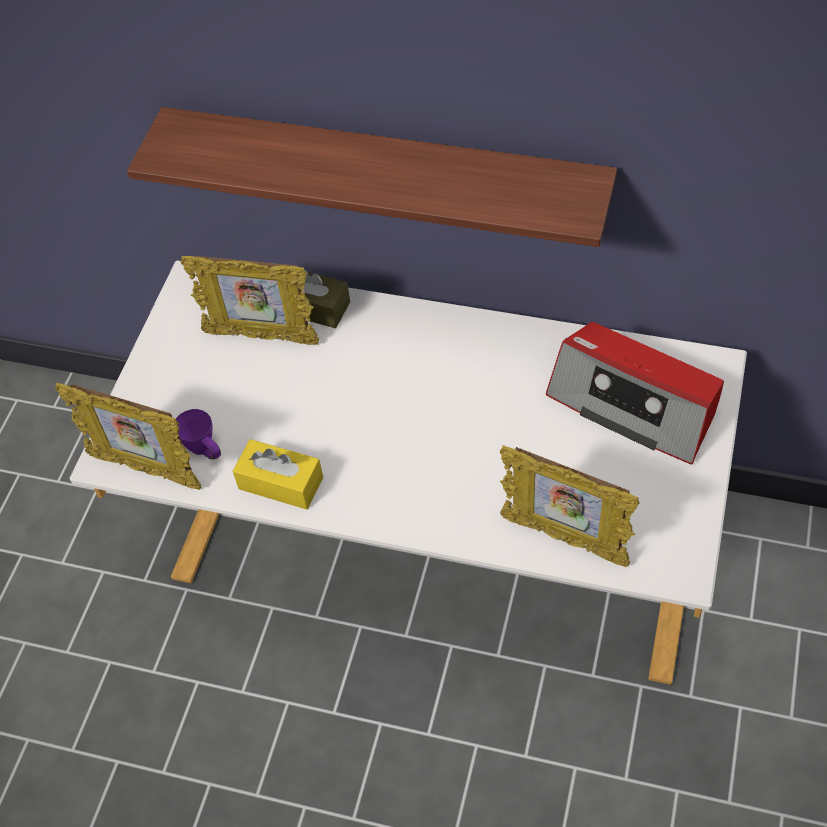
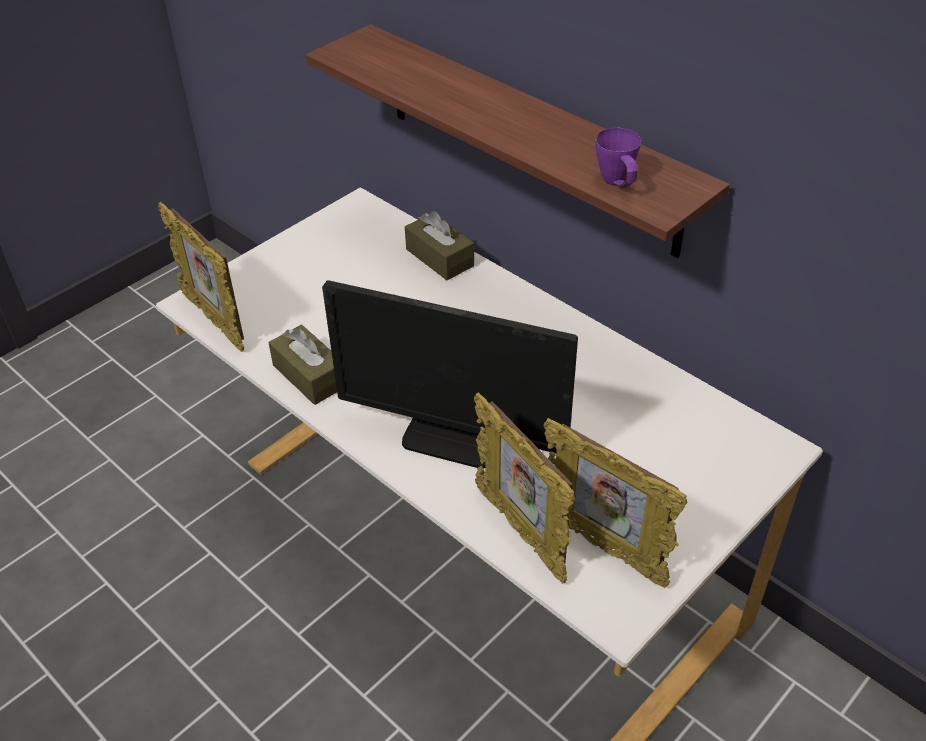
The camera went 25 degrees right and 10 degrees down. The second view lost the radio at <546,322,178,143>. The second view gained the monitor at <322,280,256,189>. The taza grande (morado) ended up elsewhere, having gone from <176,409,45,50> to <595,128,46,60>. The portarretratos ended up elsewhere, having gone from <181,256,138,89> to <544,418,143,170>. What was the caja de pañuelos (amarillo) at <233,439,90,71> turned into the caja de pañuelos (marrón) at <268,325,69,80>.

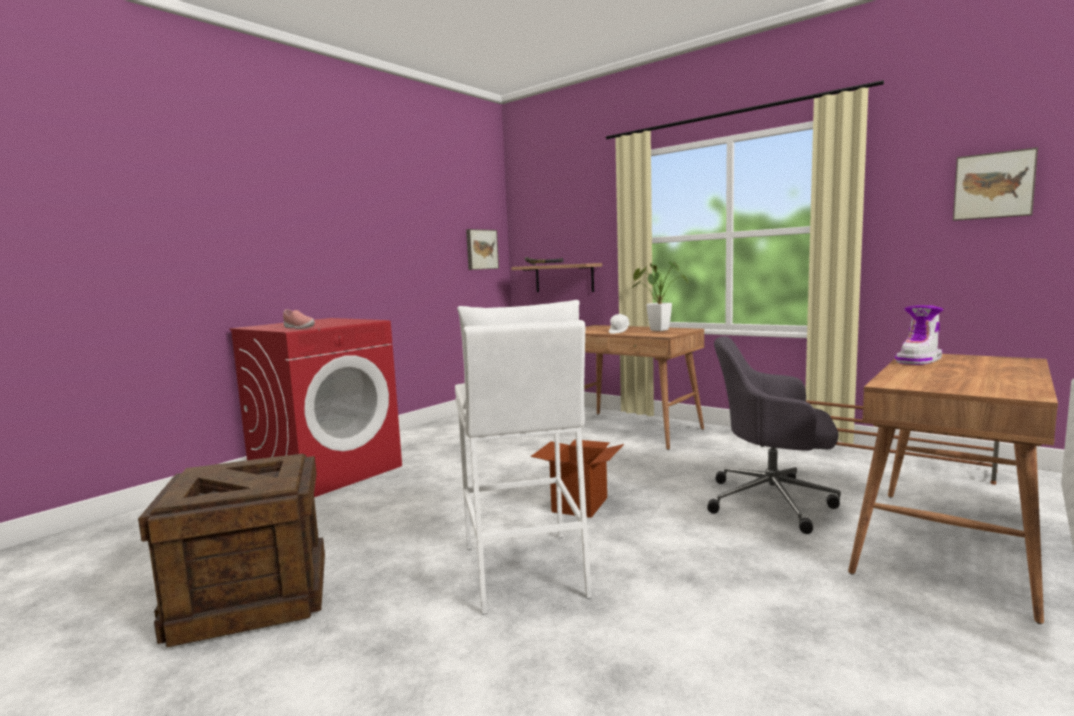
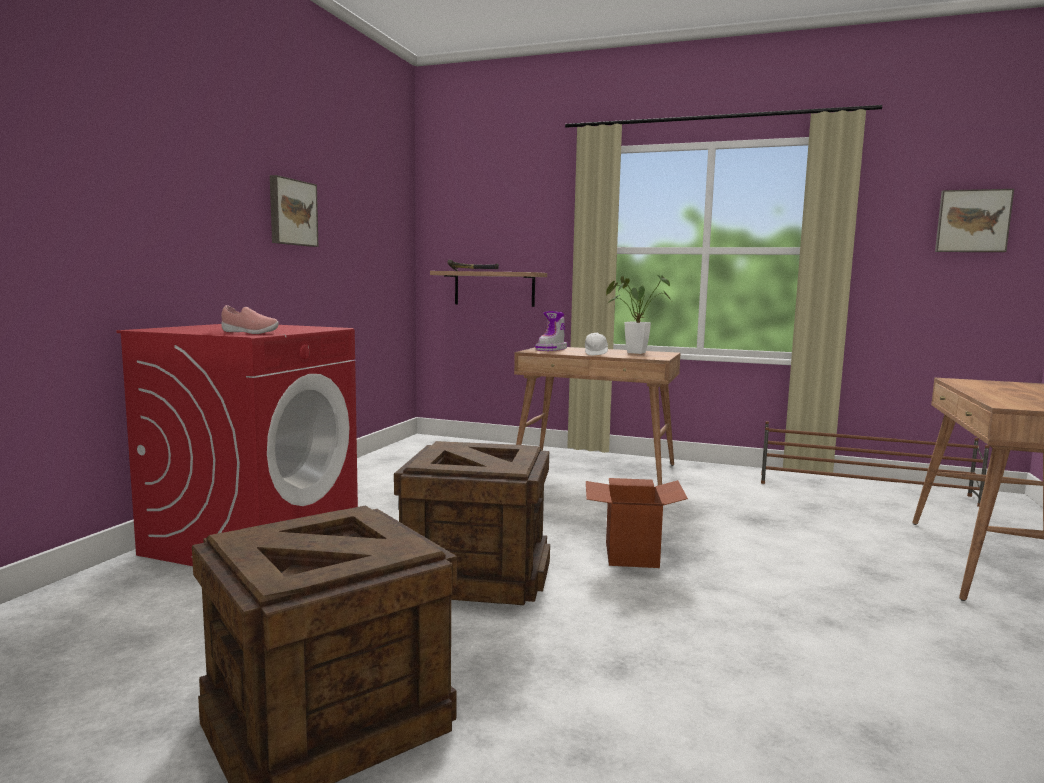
The camera went 20 degrees left and 0 degrees up. The second view lost the taburete (blanco) at <455,300,137,315>. The second view lost the silla de oficina (gris) at <707,336,134,198>. The second view gained the caja de embalaje at <394,441,156,164>. The cuadro ended up elsewhere, having gone from <466,229,33,41> to <270,175,49,72>. The bota ended up elsewhere, having gone from <895,305,48,60> to <535,311,33,40>.

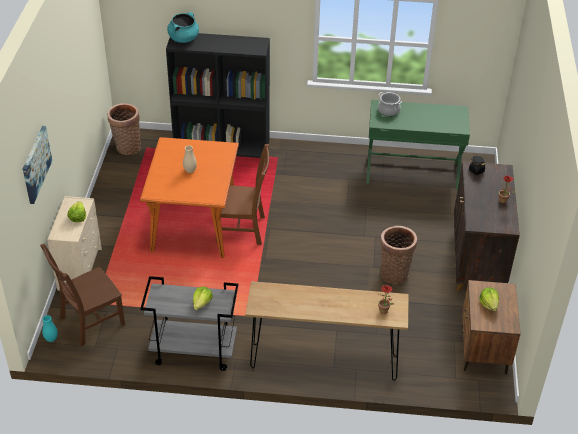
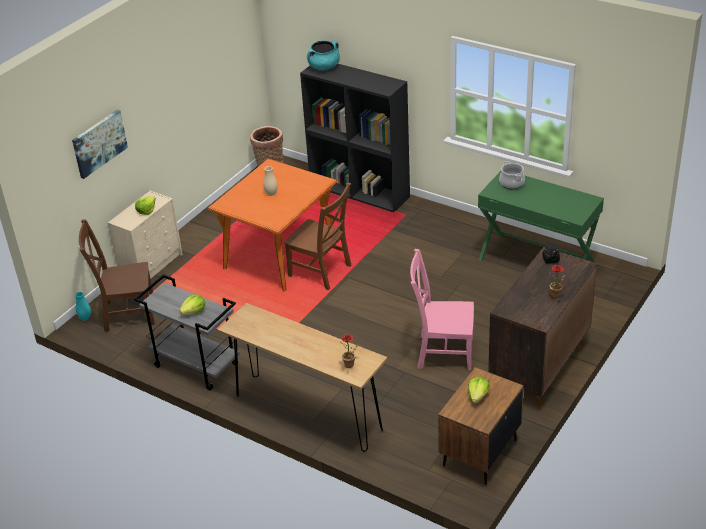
The camera went 30 degrees right and 5 degrees down. Where the cesta stood at <380,226,37,59>, the silla (rosa) came to stand at <410,249,64,121>.

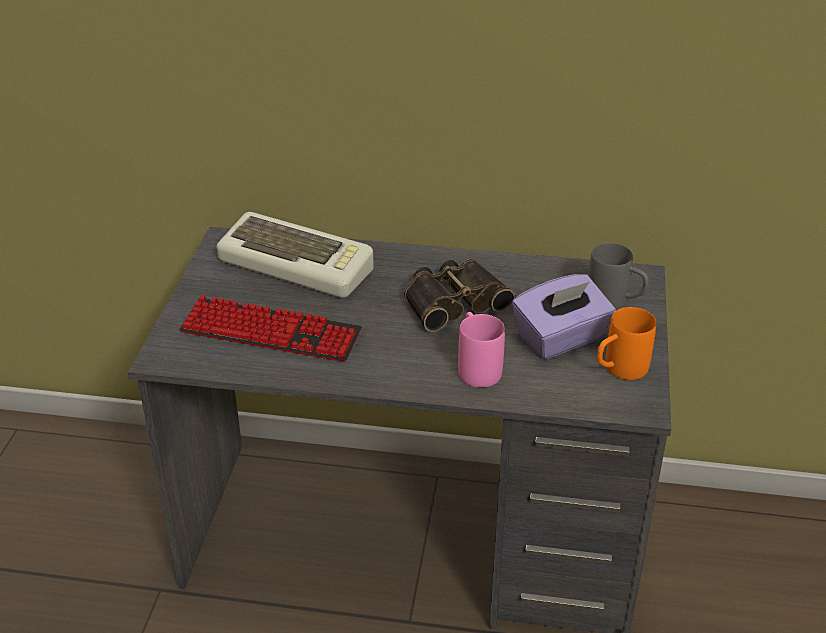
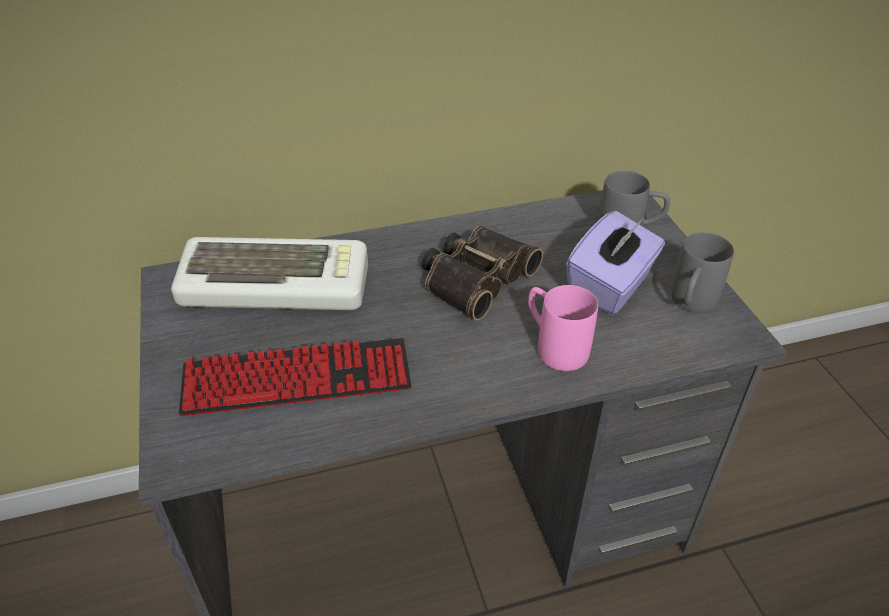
The camera went 25 degrees left and 5 degrees up. What was the taza grande (naranja) at <597,307,59,73> turned into the taza grande (gris) at <670,232,64,80>.

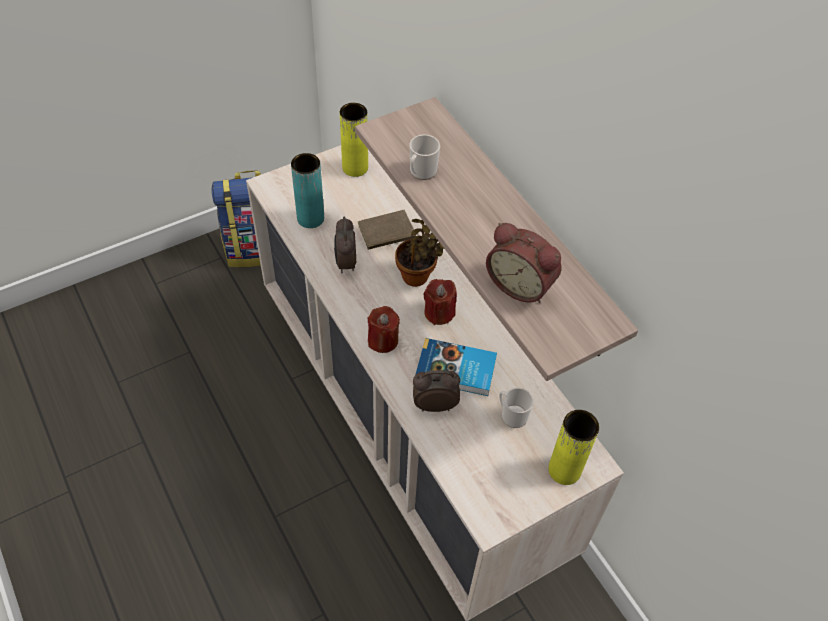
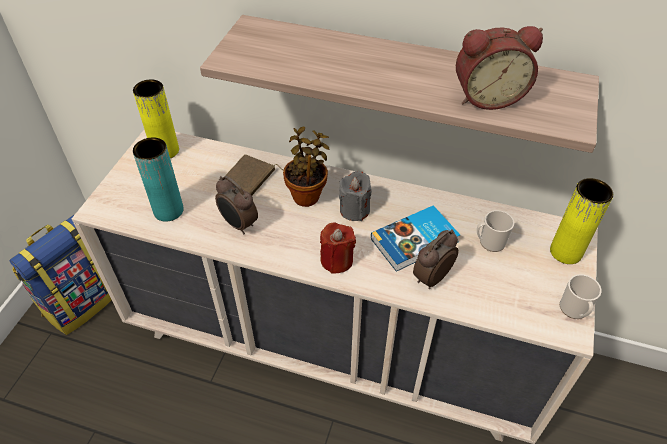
The camera went 40 degrees left and 5 degrees down. The taza grande ended up elsewhere, having gone from <409,135,31,45> to <560,274,42,45>. What was the vela (rojo) at <423,279,34,46> turned into the vela (gris) at <339,171,33,50>.

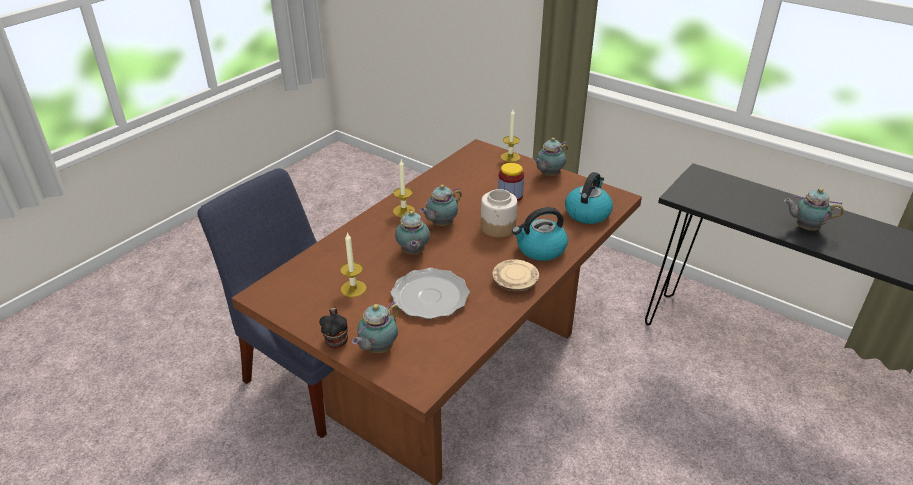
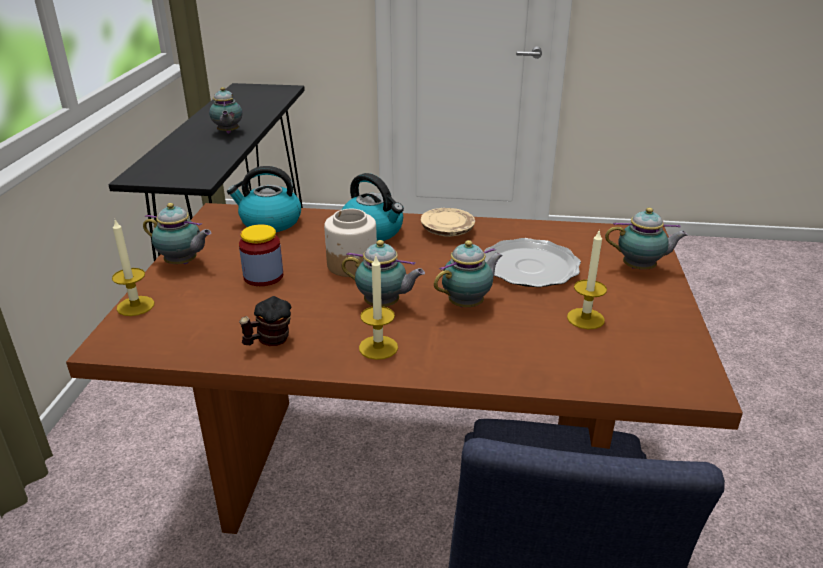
The camera went 120 degrees left and 5 degrees down. The taza grande ended up elsewhere, having gone from <319,308,29,41> to <239,296,52,50>.

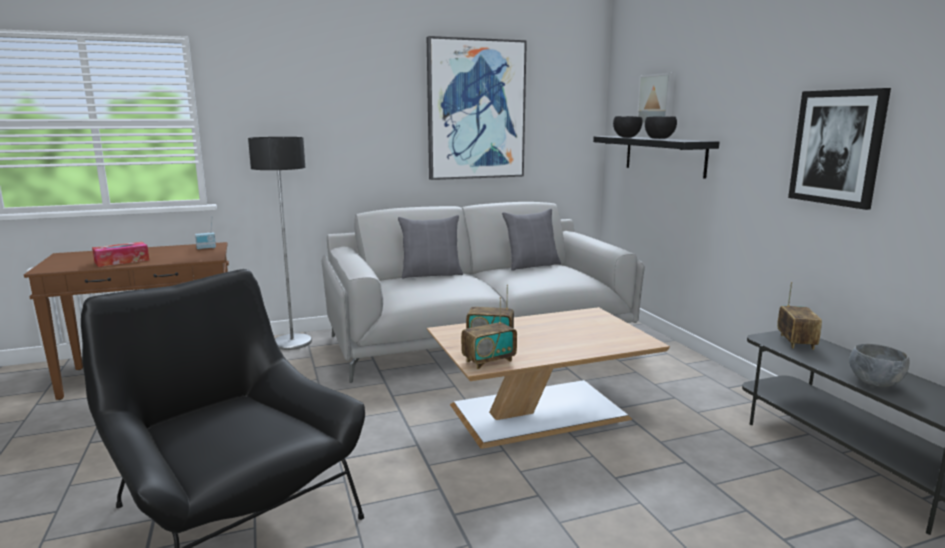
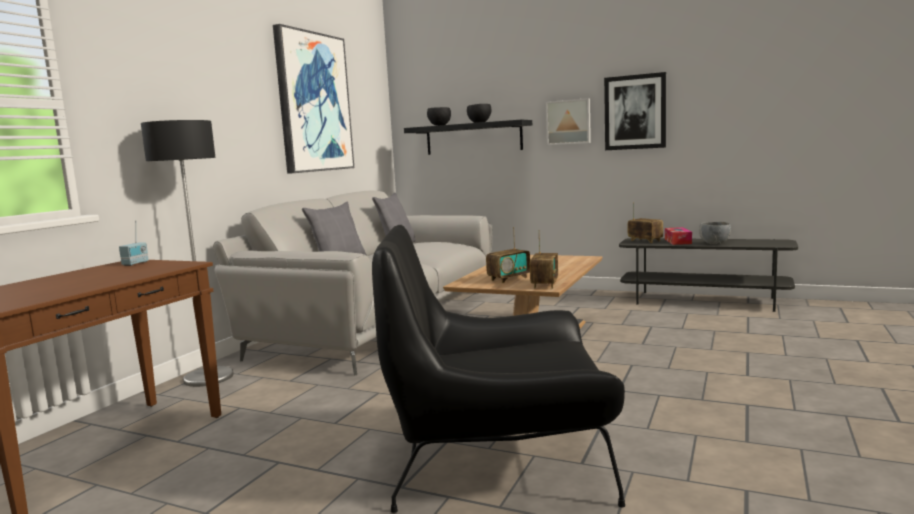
The camera went 45 degrees left and 5 degrees down. The caja de pañuelos ended up elsewhere, having gone from <92,242,57,25> to <665,227,27,18>. The cuadro ended up elsewhere, having gone from <637,73,38,52> to <546,98,45,47>.

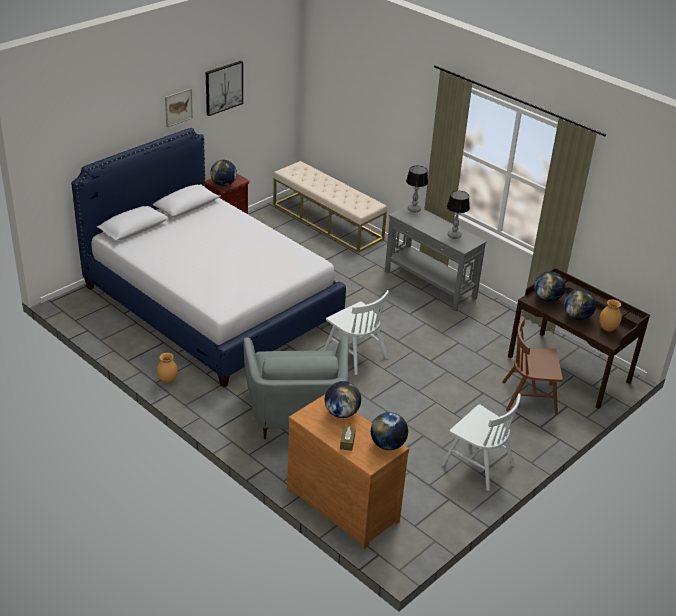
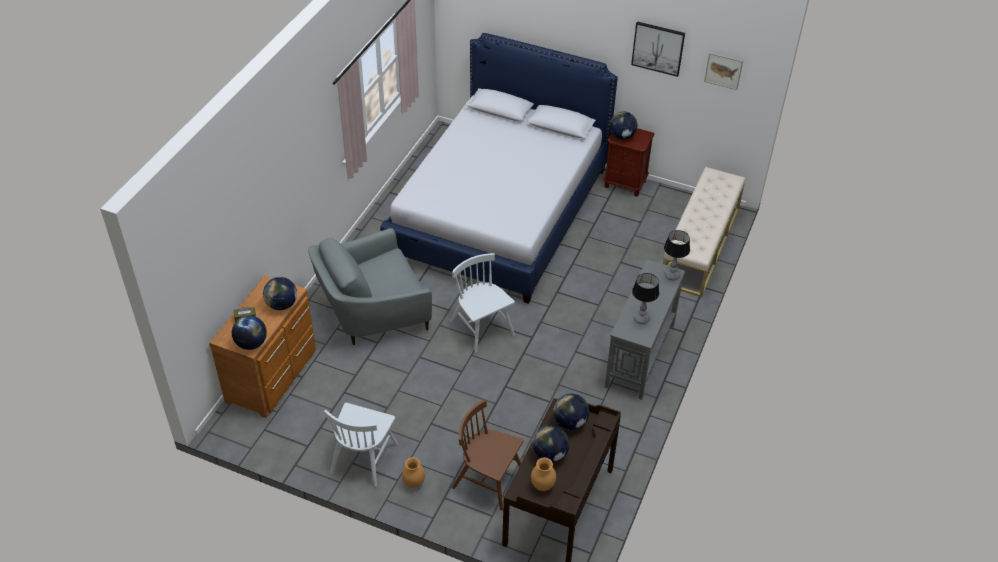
The camera went 70 degrees right and 10 degrees up. The florero (marrón) ended up elsewhere, having gone from <157,353,21,31> to <402,457,23,31>. The cuadro ended up elsewhere, having gone from <165,88,28,40> to <704,52,39,38>. The silla (blanco) at <323,290,66,85> ended up facing another way, 120 degrees clockwise from before. The silla (marrón) at <502,318,61,97> ended up facing another way, 45 degrees counterclockwise from before.

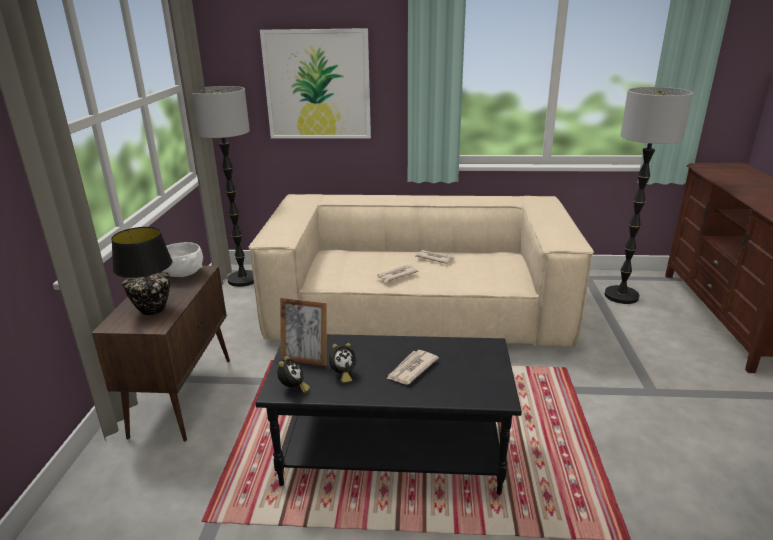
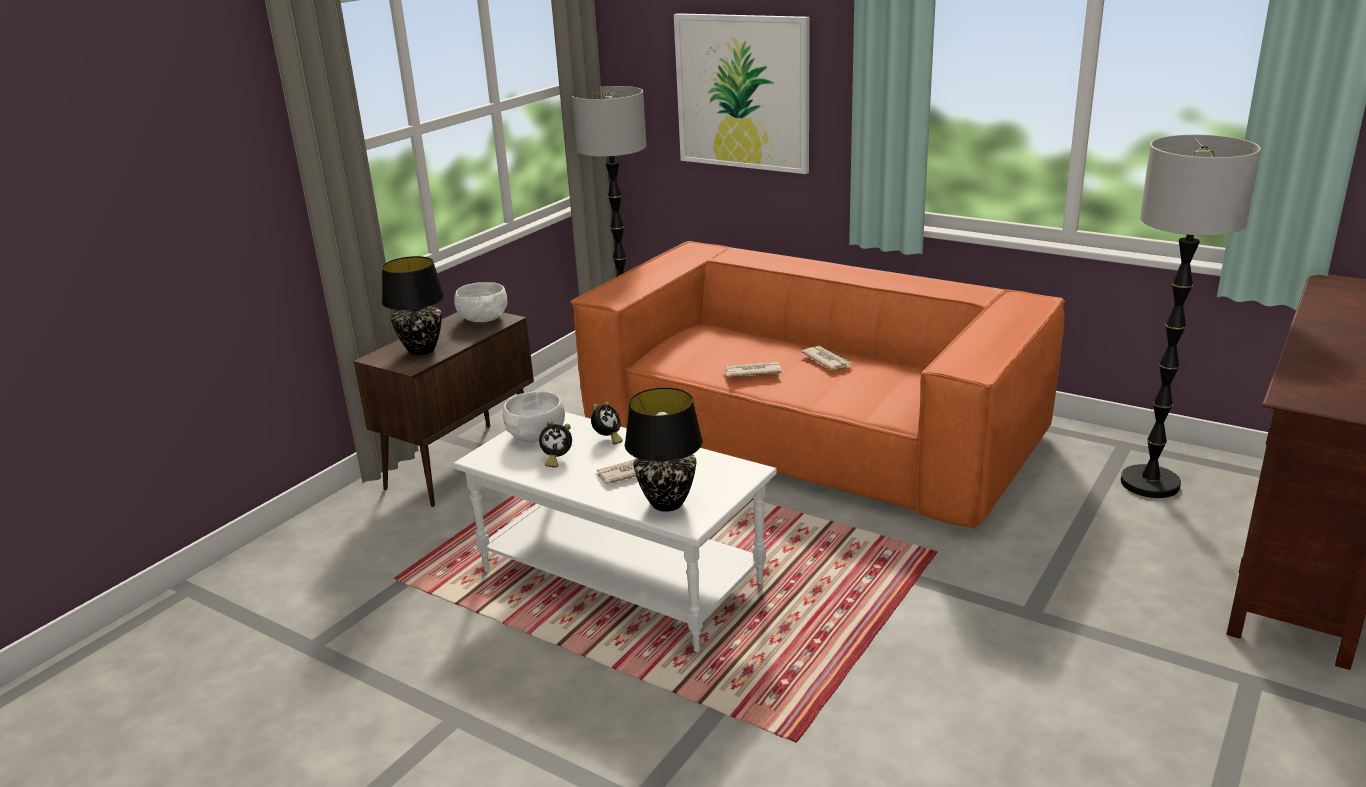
The camera went 30 degrees right and 0 degrees up. The second view gained the lámpara de mesa (negro) at <625,387,78,125>. The despertador ended up elsewhere, having gone from <277,356,33,37> to <591,402,32,42>. Where the portarretratos stood at <280,297,47,69>, the cuenco (blanco) came to stand at <503,391,62,52>. What was the sofá (beis) at <248,194,346,153> turned into the sofá (naranja) at <570,241,495,288>. What was the mesa de centro (negro) at <256,334,266,161> turned into the mesa de centro (blanco) at <453,412,324,240>.

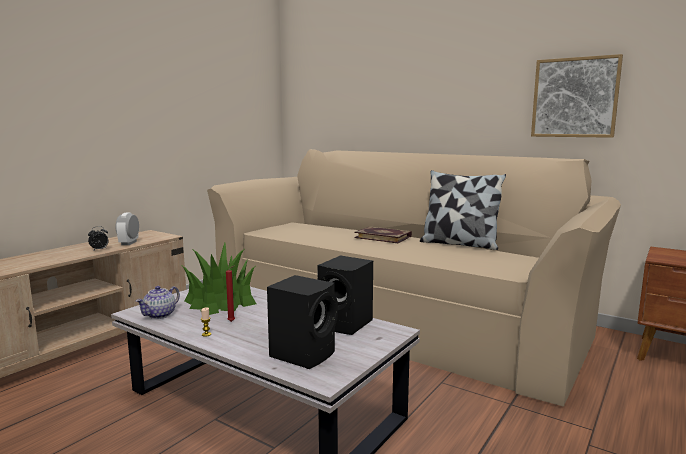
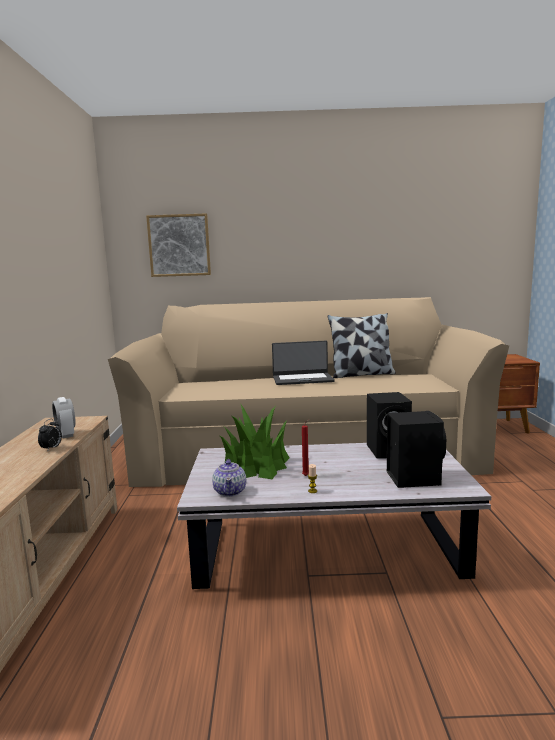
The camera went 35 degrees left and 0 degrees up. The cuadro ended up elsewhere, having gone from <531,54,92,84> to <146,213,65,64>. Where the libro stood at <354,226,58,17>, the portátil came to stand at <272,341,63,44>.

